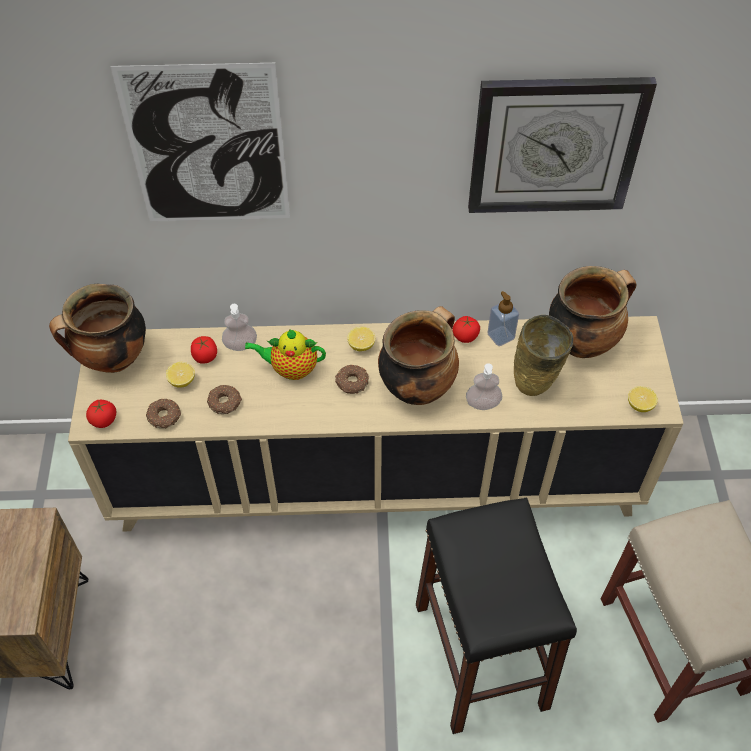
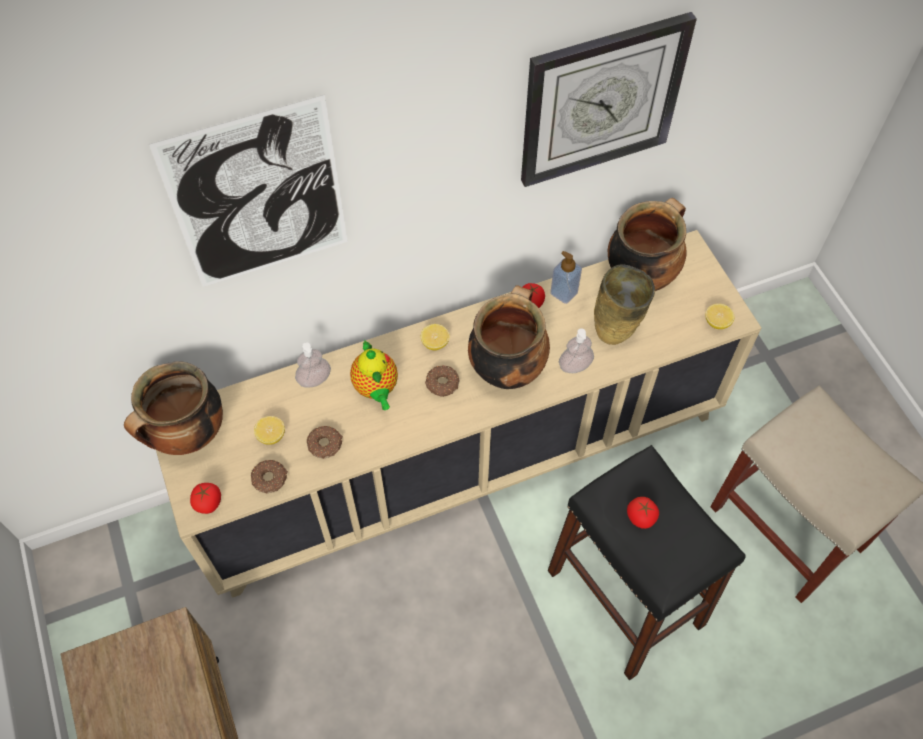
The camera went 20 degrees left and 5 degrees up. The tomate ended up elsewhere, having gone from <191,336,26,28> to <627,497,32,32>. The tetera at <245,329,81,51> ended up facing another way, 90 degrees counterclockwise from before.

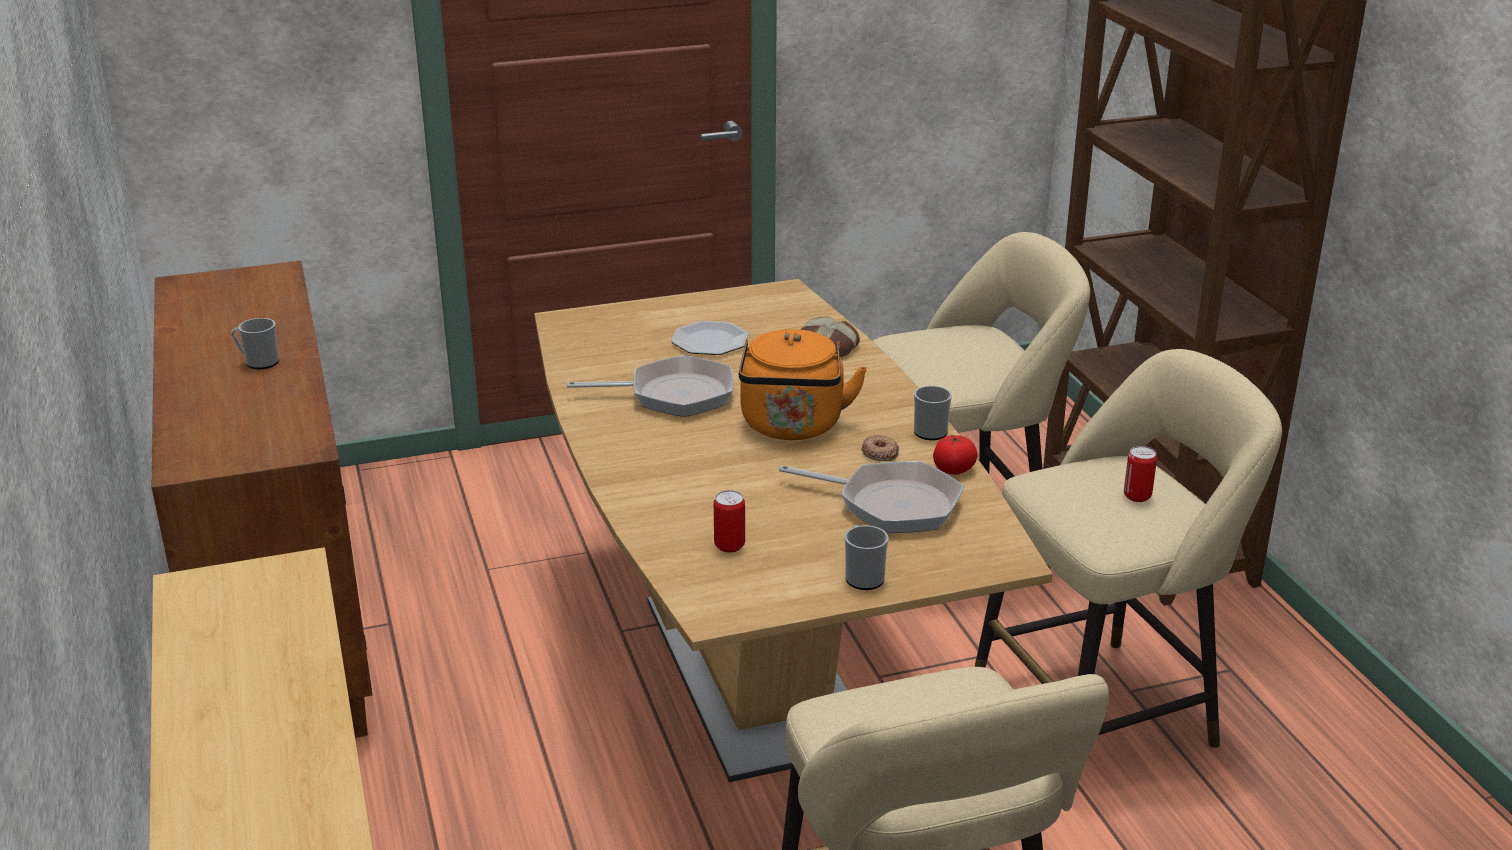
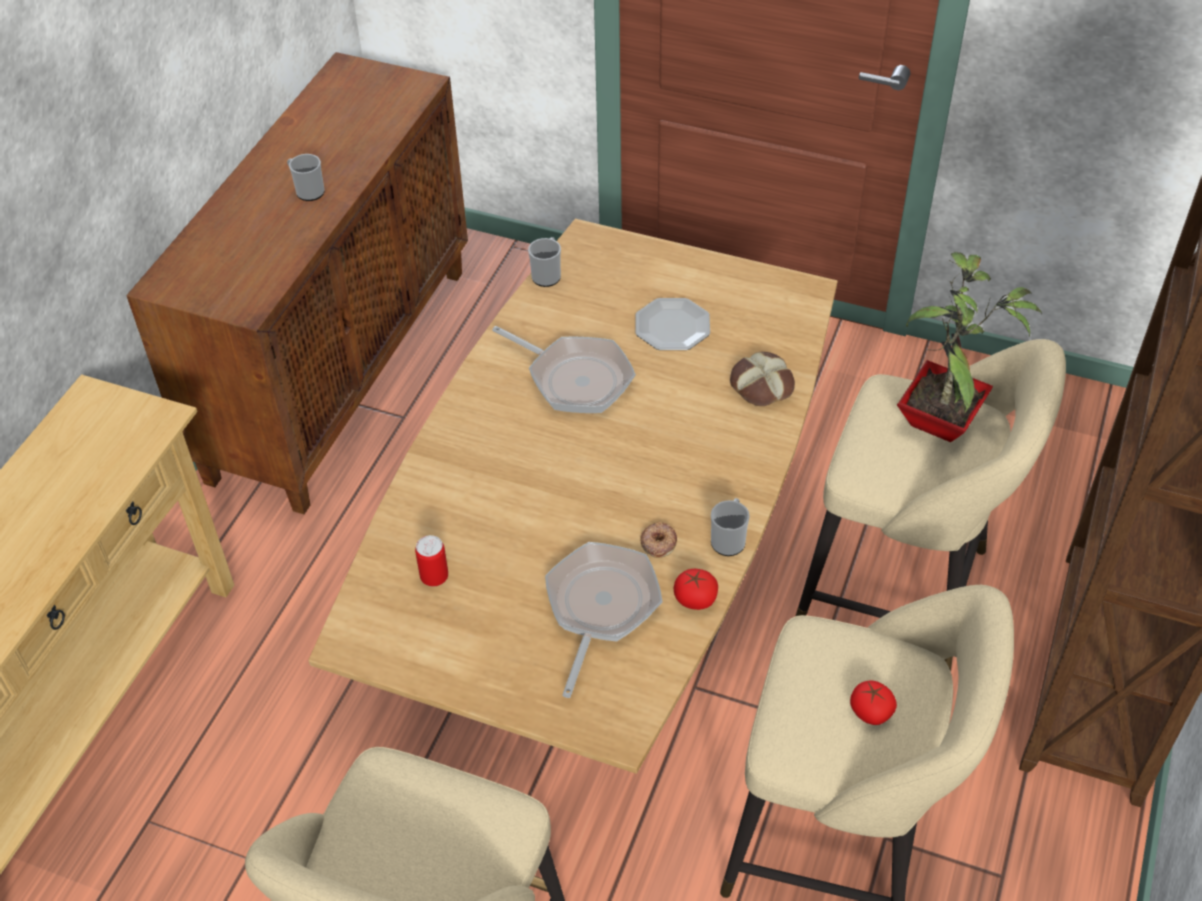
The camera went 40 degrees right and 20 degrees up. The second view lost the hervidor (naranja) at <739,329,128,111>. The second view gained the planta en maceta at <897,252,145,190>. The taza grande ended up elsewhere, having gone from <845,525,43,65> to <528,237,33,50>. Where the lata stood at <1124,446,33,56>, the tomate came to stand at <850,680,47,45>. The sartén at <779,461,185,72> ended up facing another way, 135 degrees counterclockwise from before.

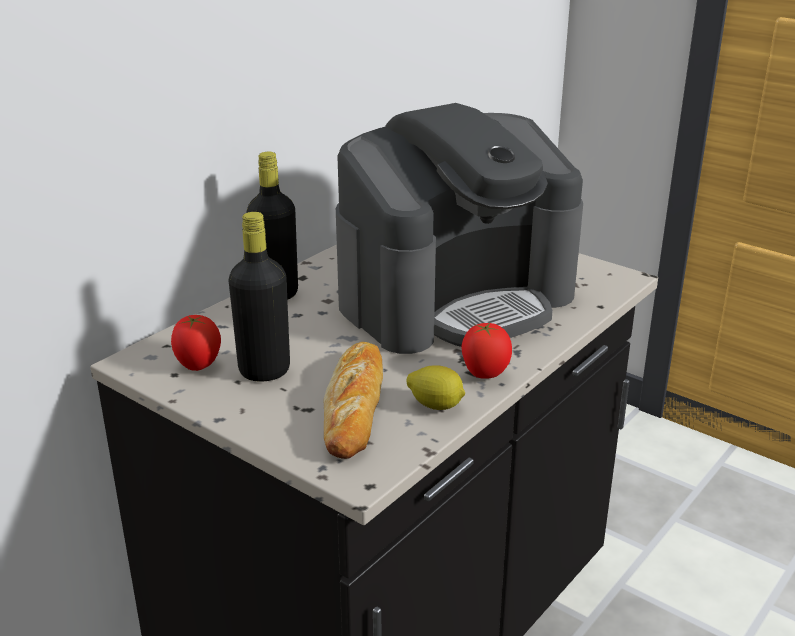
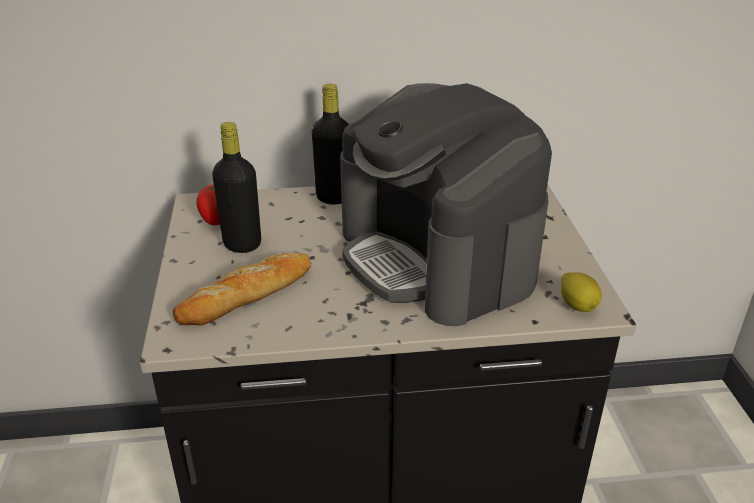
The camera went 45 degrees right and 5 degrees up. The second view lost the tomate at <461,323,51,56>. The limón ended up elsewhere, having gone from <406,365,59,45> to <561,272,41,40>. The cafetera at <336,103,247,251> ended up facing another way, 45 degrees clockwise from before.

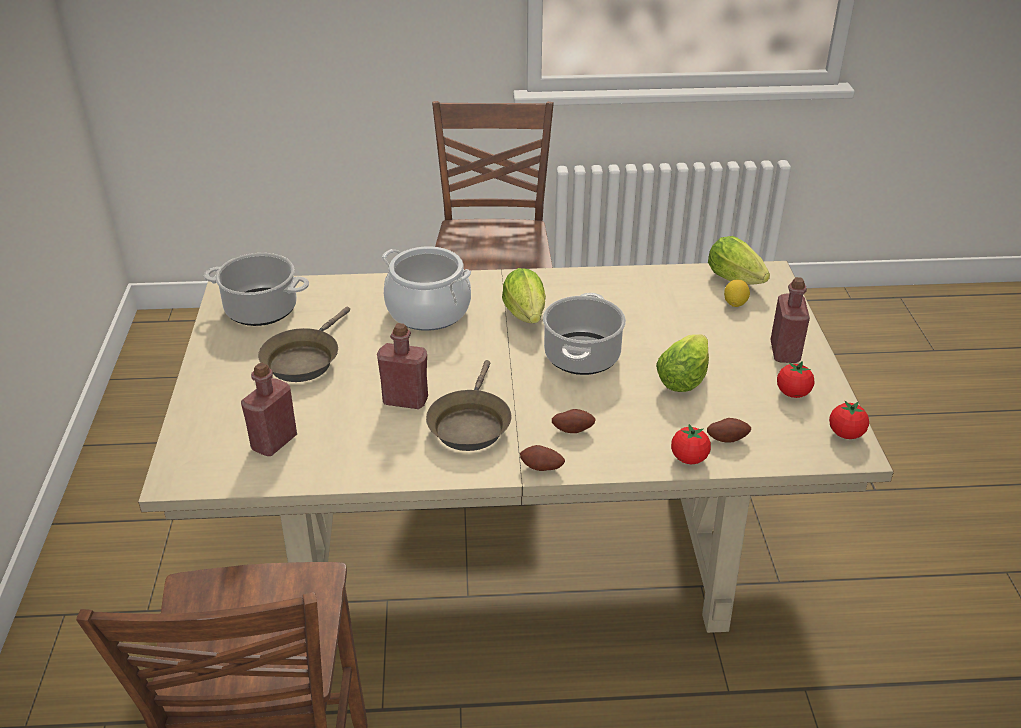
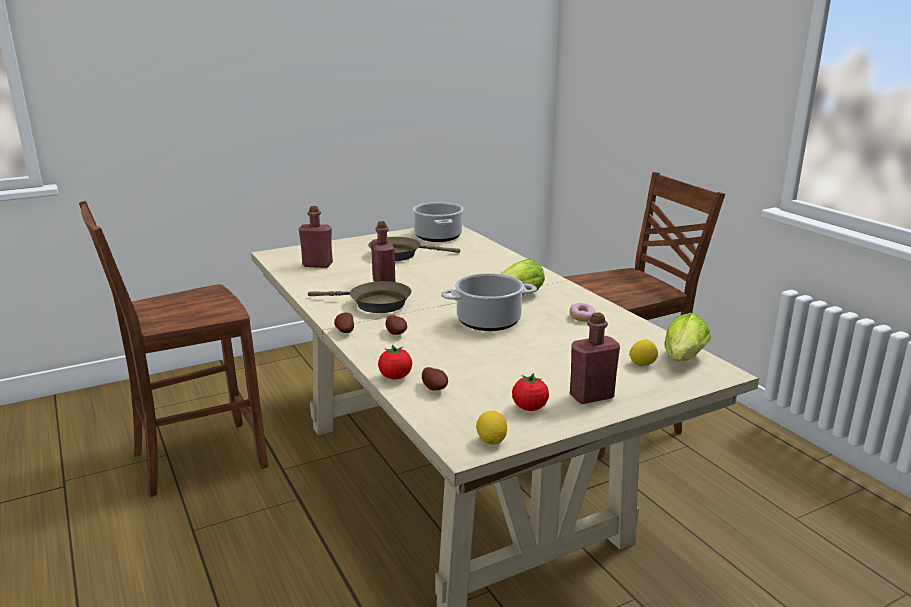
The camera went 65 degrees right and 15 degrees down. The second view lost the olla at <382,247,89,84>. The second view lost the lechuga at <656,335,53,57>. The second view gained the rosquilla at <570,303,26,19>. Where the tomate stood at <829,400,40,39>, the limón came to stand at <476,411,31,34>. The sartén (marrón) at <426,360,86,91> ended up facing another way, 150 degrees counterclockwise from before.

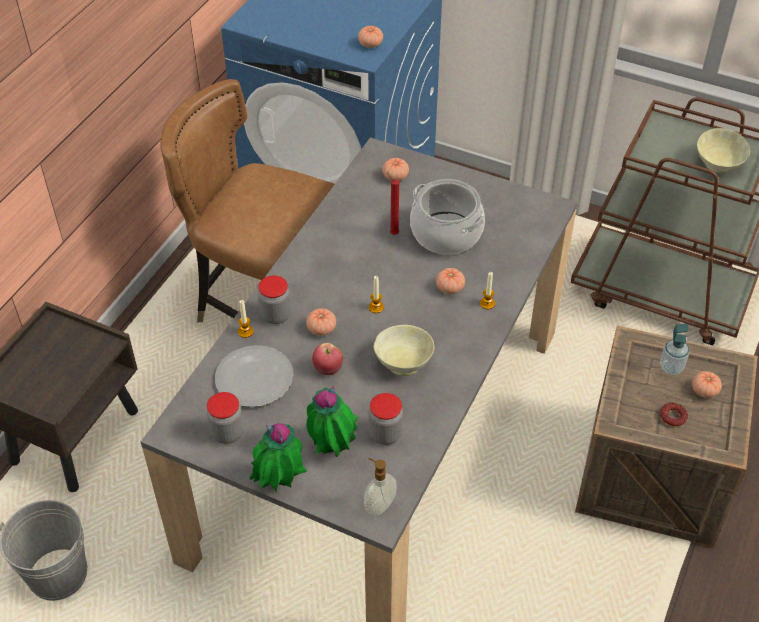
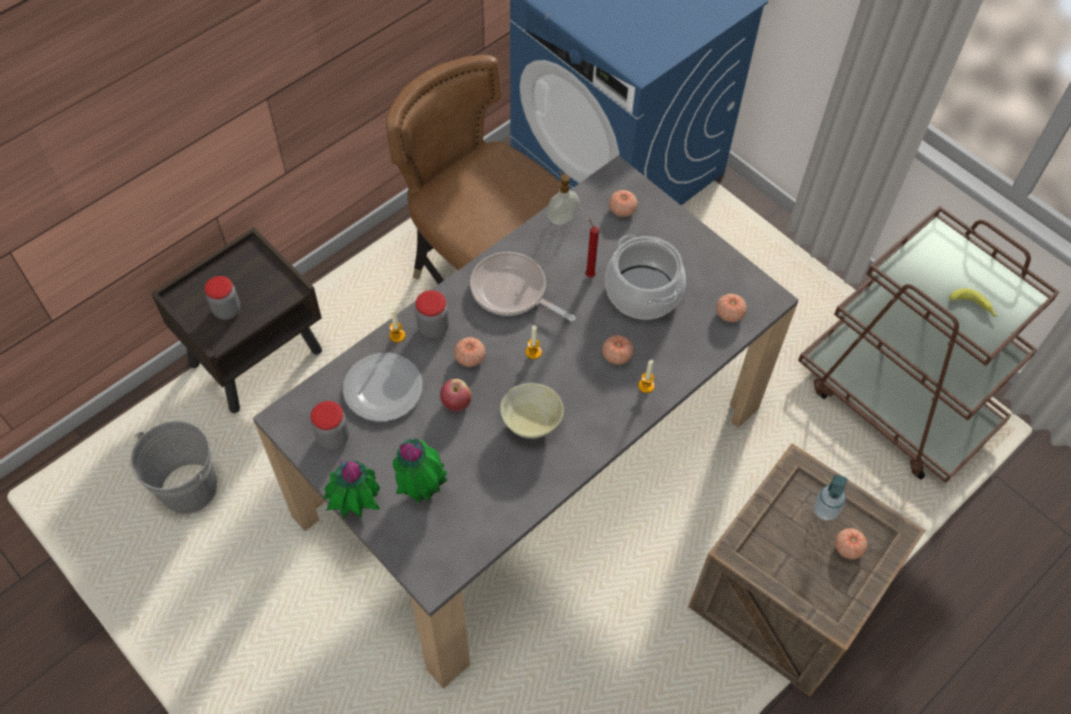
The camera went 20 degrees right and 10 degrees up. The second view lost the rosquilla at <660,403,28,24>. The second view gained the sartén at <470,252,106,70>. The tomate ended up elsewhere, having gone from <358,26,25,22> to <716,294,31,28>. The dispensador de jabón ended up elsewhere, having gone from <364,458,33,58> to <547,171,33,54>. The tarro ended up elsewhere, having gone from <369,393,34,52> to <205,276,35,44>. Where the cuenco (beis) stood at <697,128,53,45>, the plátano came to stand at <949,288,48,29>.

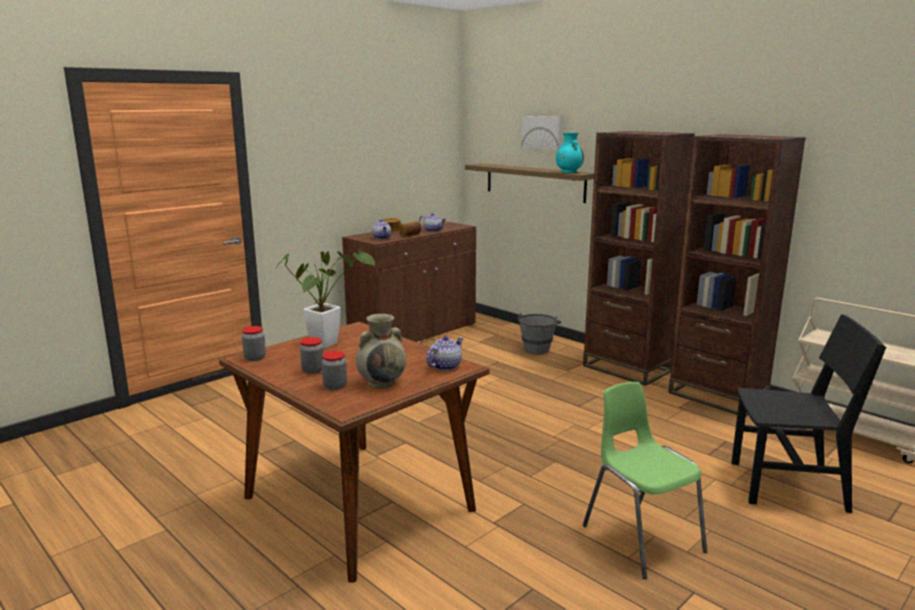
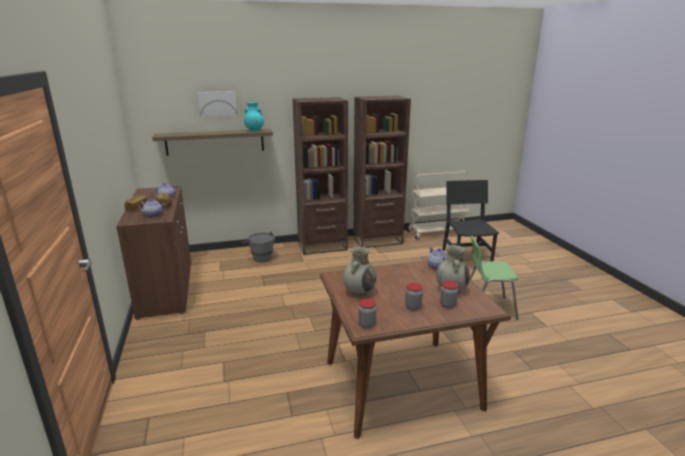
The camera went 60 degrees left and 5 degrees up. Where the planta en maceta stood at <276,249,99,99>, the florero (beis) came to stand at <343,247,33,50>. The silla (negro) at <731,314,155,199> ended up facing another way, 45 degrees counterclockwise from before.

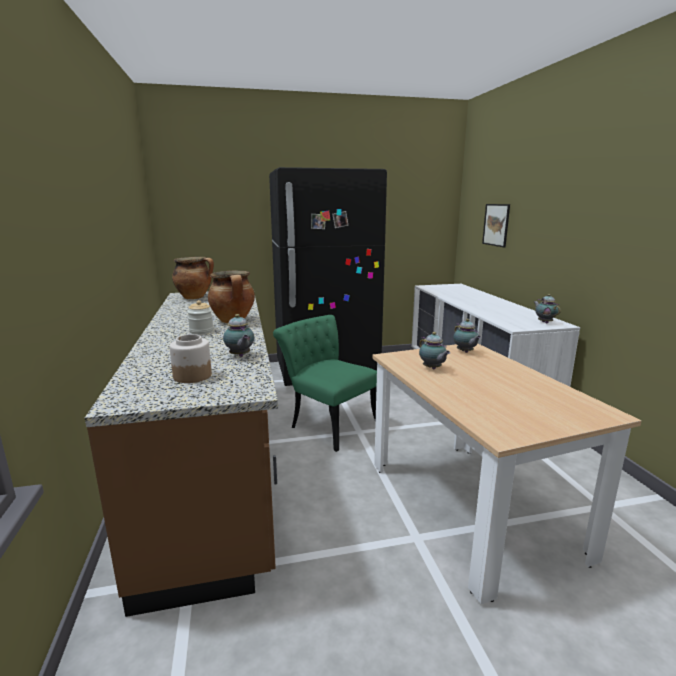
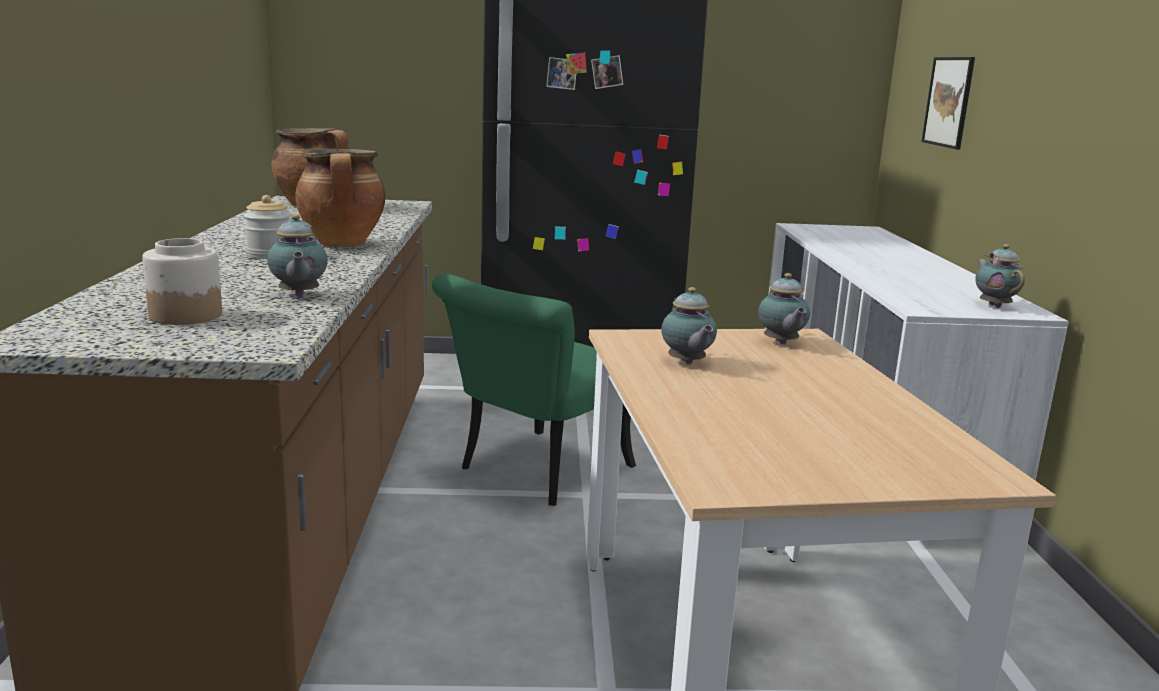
The camera went 10 degrees right and 0 degrees up. The silla (verde) at <273,315,104,137> ended up facing another way, 105 degrees counterclockwise from before.

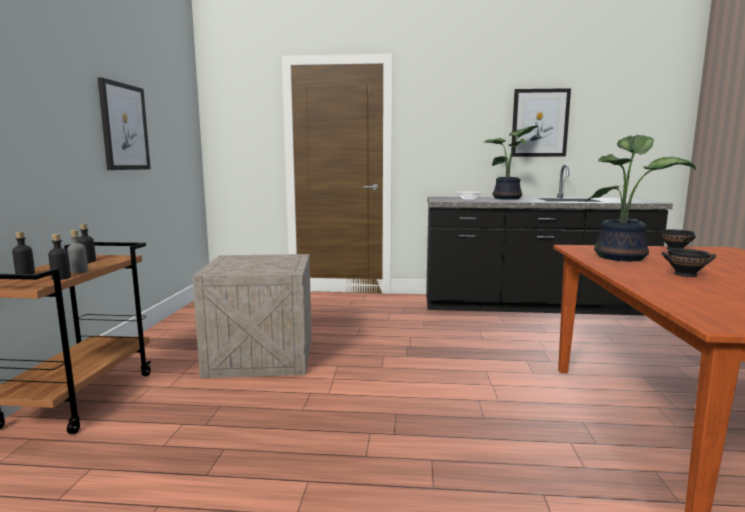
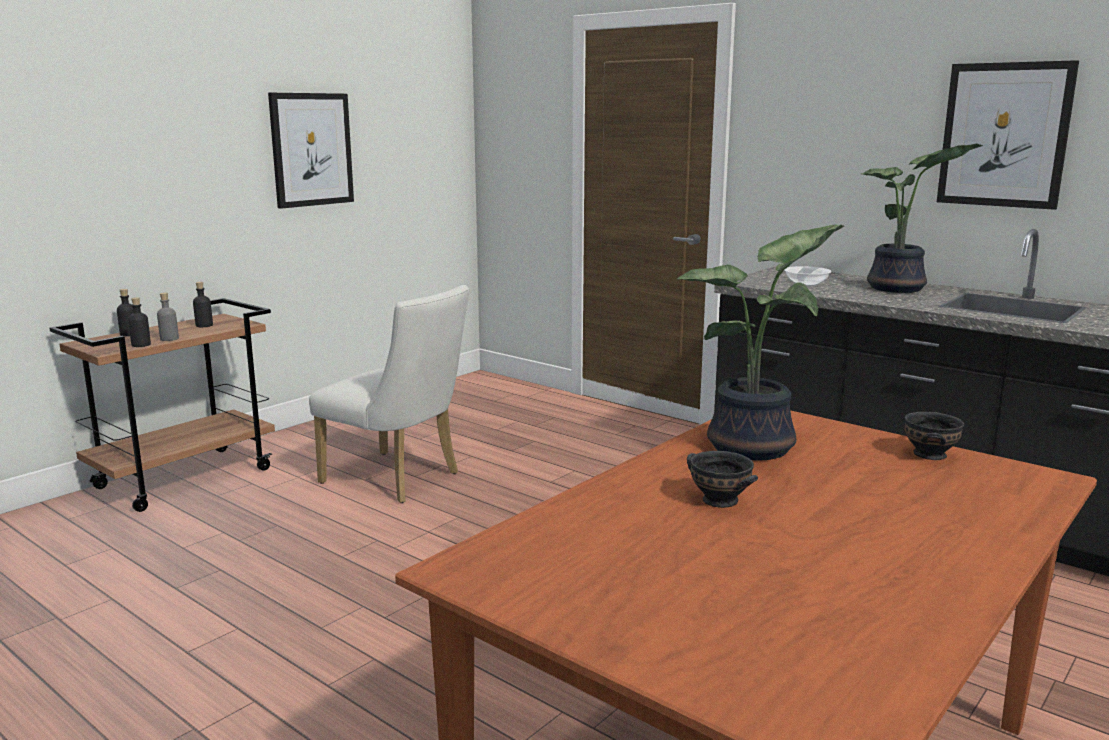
The camera went 35 degrees right and 5 degrees up. Where the caja de embalaje stood at <192,254,120,124>, the silla (blanco) came to stand at <309,285,160,218>.

